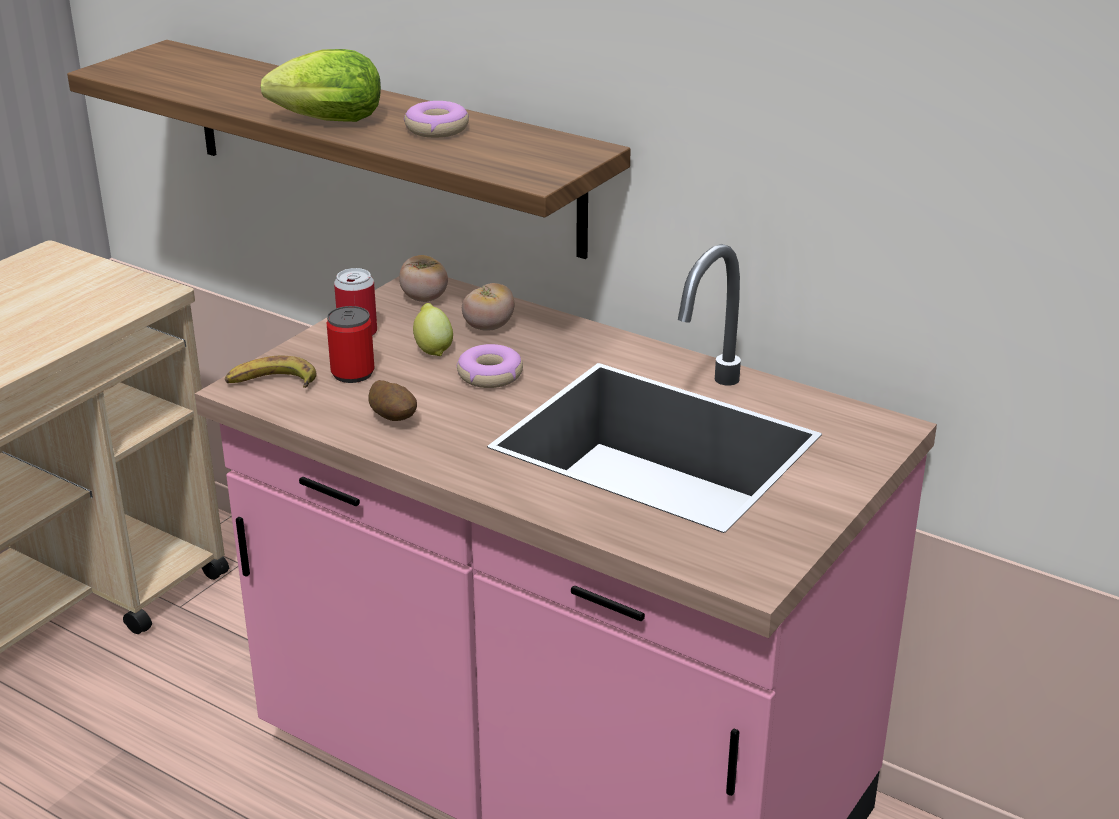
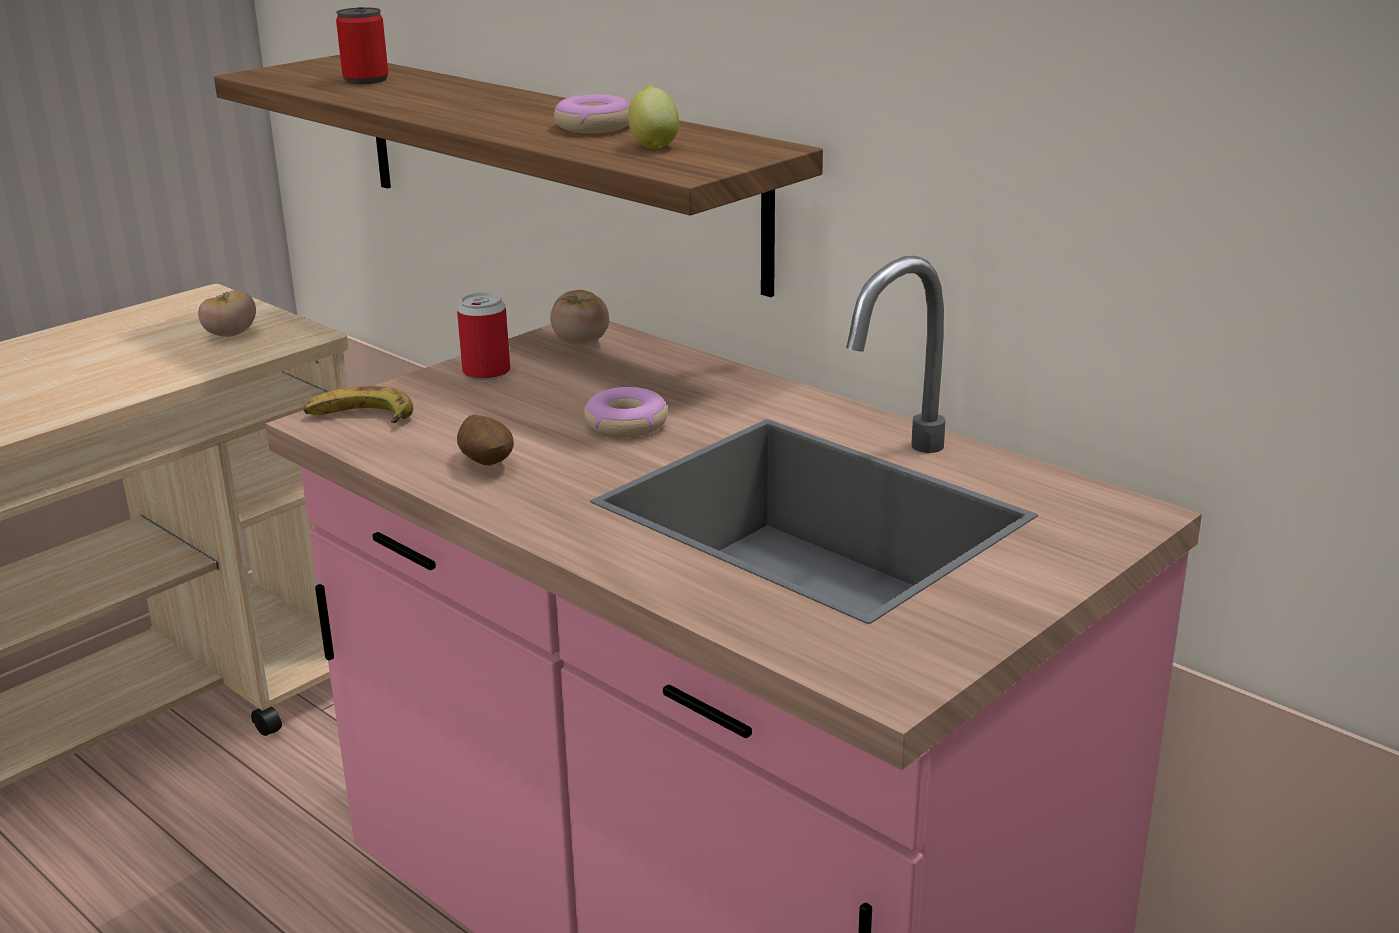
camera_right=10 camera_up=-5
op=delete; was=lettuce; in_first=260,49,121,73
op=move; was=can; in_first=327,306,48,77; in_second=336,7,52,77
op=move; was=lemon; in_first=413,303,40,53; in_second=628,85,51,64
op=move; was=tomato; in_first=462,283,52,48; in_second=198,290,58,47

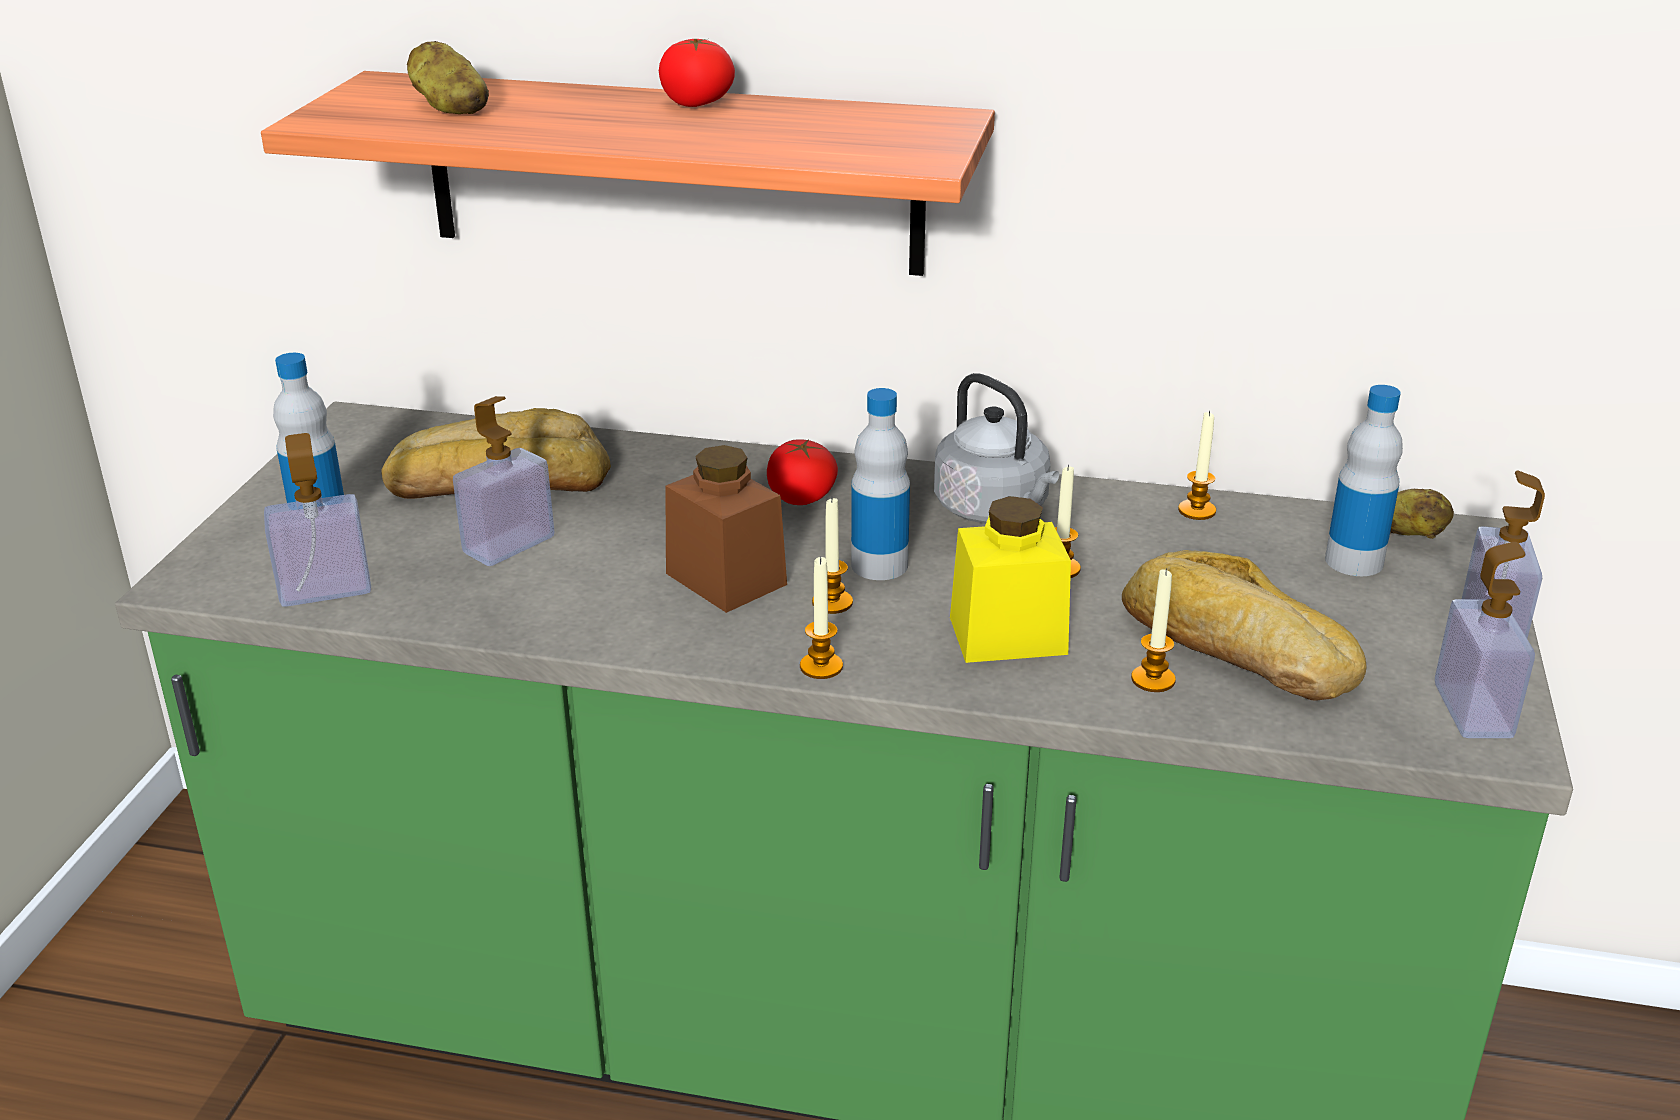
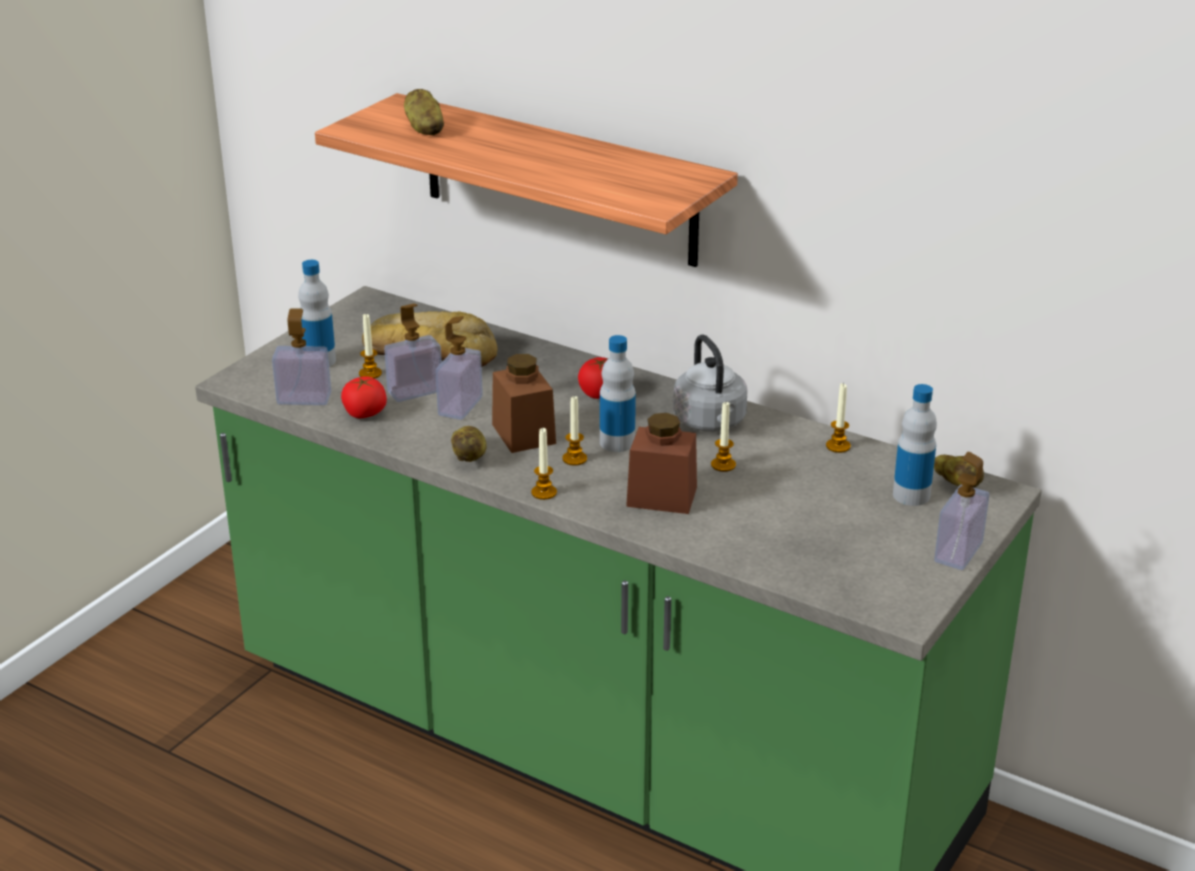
camera_right=20 camera_up=0
op=delete; was=bread; in_first=1122,550,245,151
op=insert; now=potato; in_second=451,426,36,36
op=move; was=tomato; in_first=659,39,76,68; in_second=341,376,46,42
op=move; was=candle; in_first=1131,569,45,123; in_second=359,314,23,65
op=move; was=soap dispenser; in_first=1435,542,100,196; in_second=436,316,47,104
op=recolor; was=yellow jar; now=brown jar; in_first=950,496,121,167; in_second=626,413,71,101

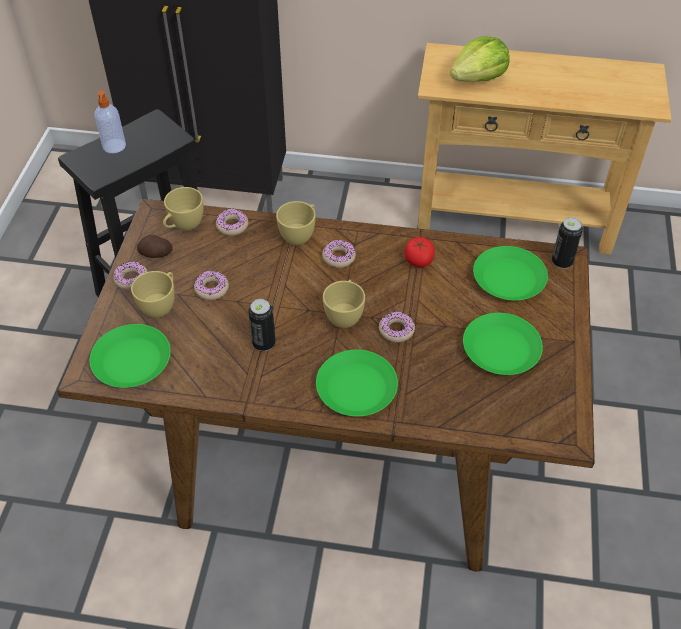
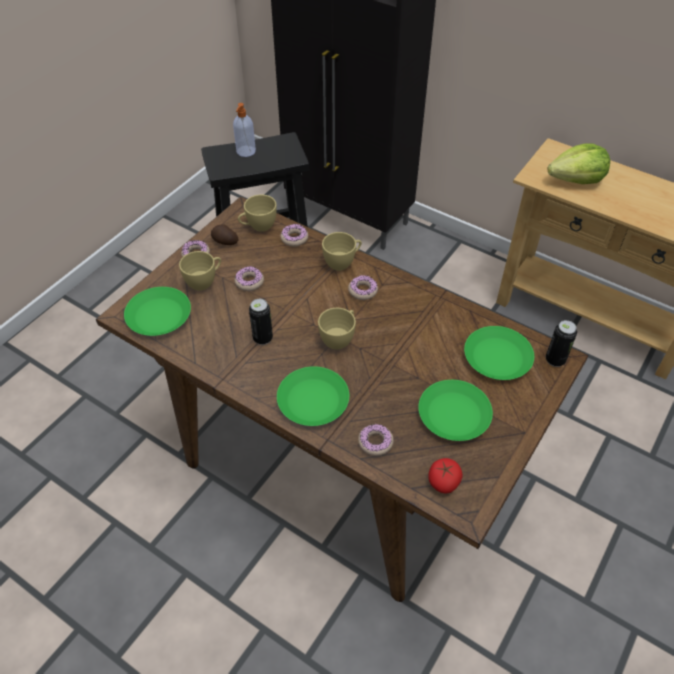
camera_right=25 camera_up=0
op=move; was=donut; in_first=379,312,36,30; in_second=358,424,36,32
op=move; was=tomato; in_first=404,237,31,30; in_second=428,458,35,35

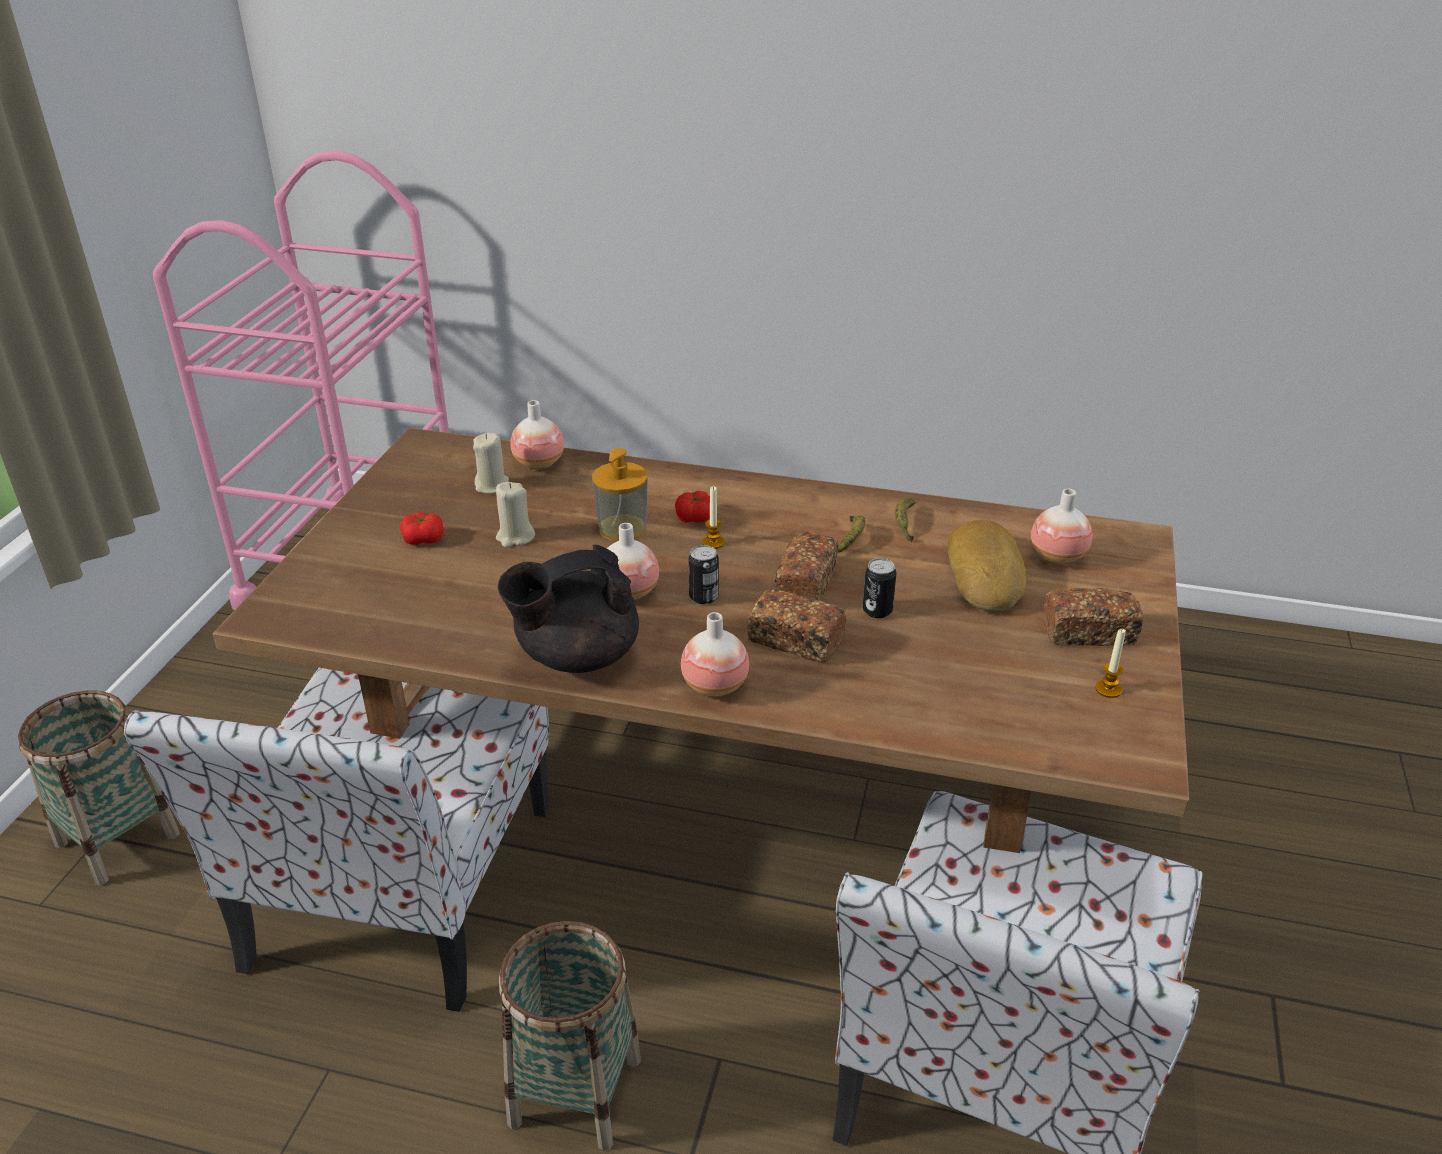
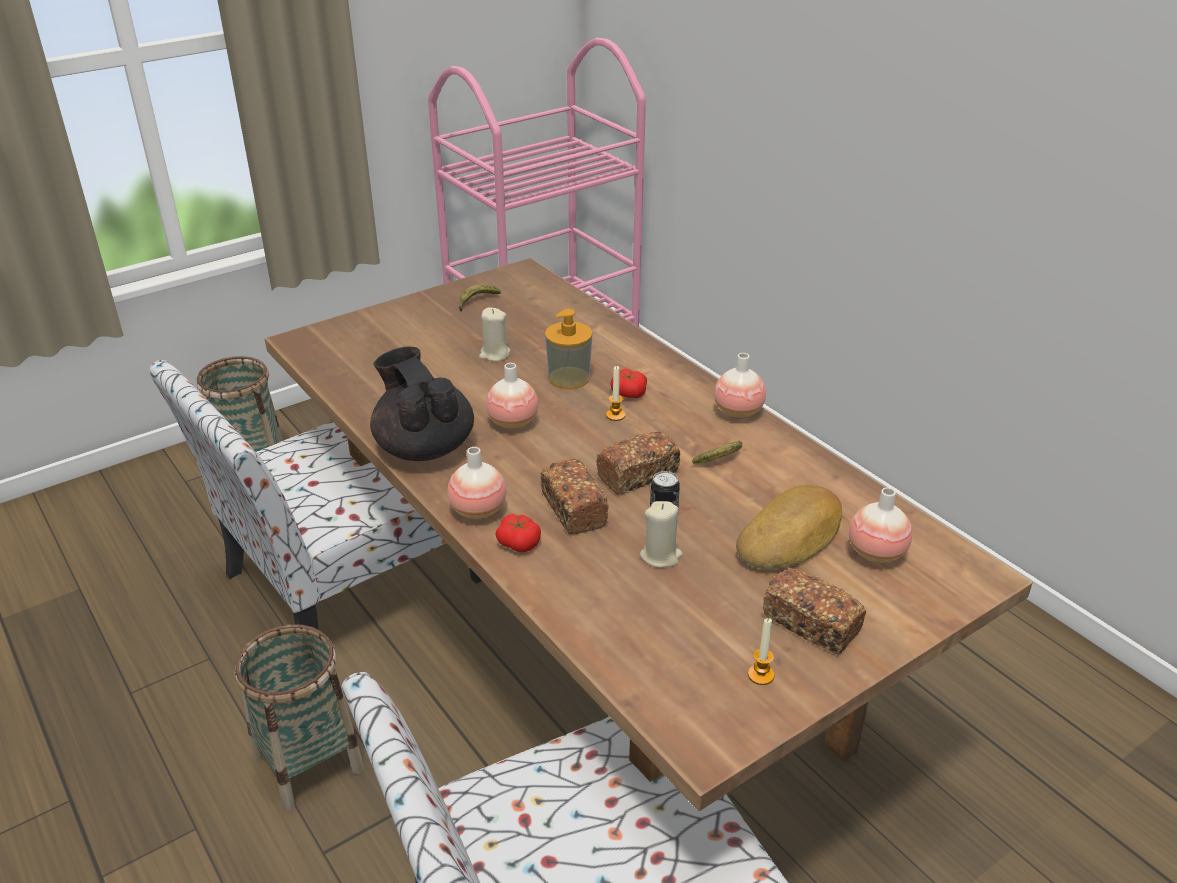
camera_right=40 camera_up=0
op=delete; was=can; in_first=688,545,31,59
op=move; was=tomato; in_first=400,512,43,33; in_second=496,514,45,38
op=move; was=beige candle; in_first=473,433,36,61; in_second=640,501,43,67
op=move; was=vase; in_first=510,400,54,70; in_second=714,353,52,66
op=move; was=banana; in_first=895,498,21,44; in_second=459,284,42,28
op=rotate; was=black teapot; in_first=498,545,141,128; in_second=370,347,104,114; clockwise=45

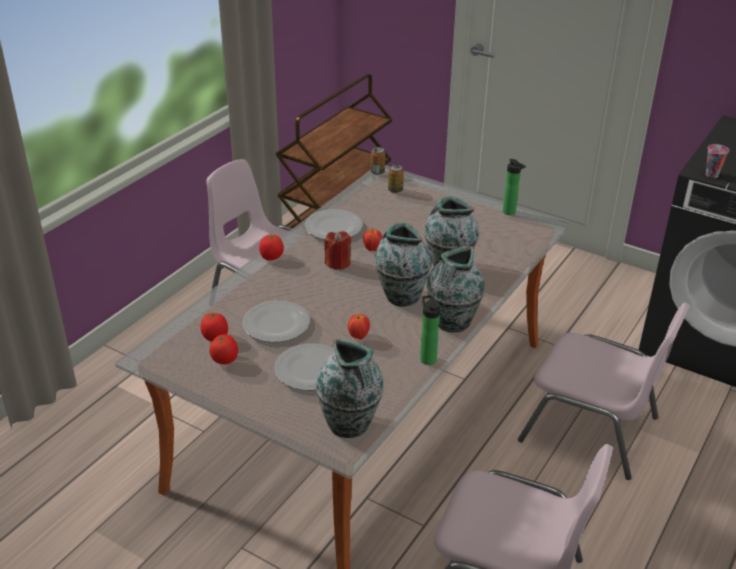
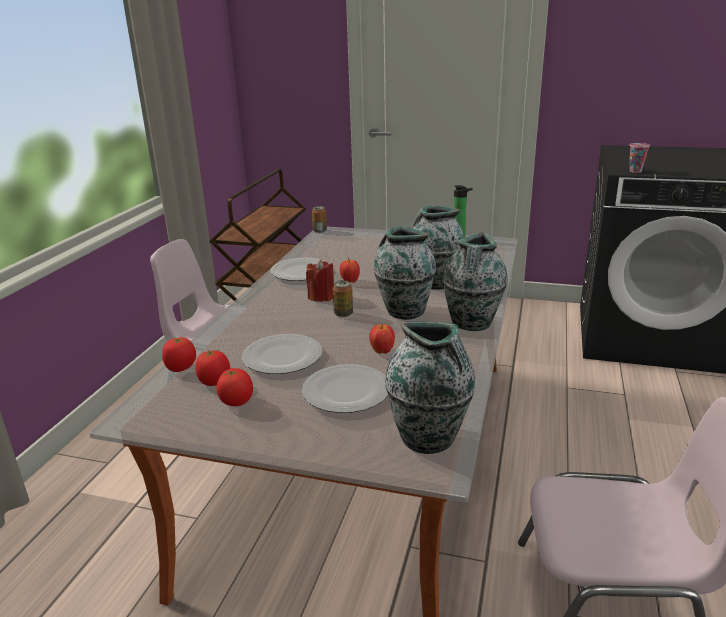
camera_right=-15 camera_up=-10
op=delete; was=bottle; in_first=420,295,20,70
op=delete; was=pink chair; in_first=518,303,172,177
op=move; was=tomato; in_first=259,235,25,25; in_second=162,337,34,35
op=move; was=can; in_first=388,165,16,28; in_second=333,280,20,37

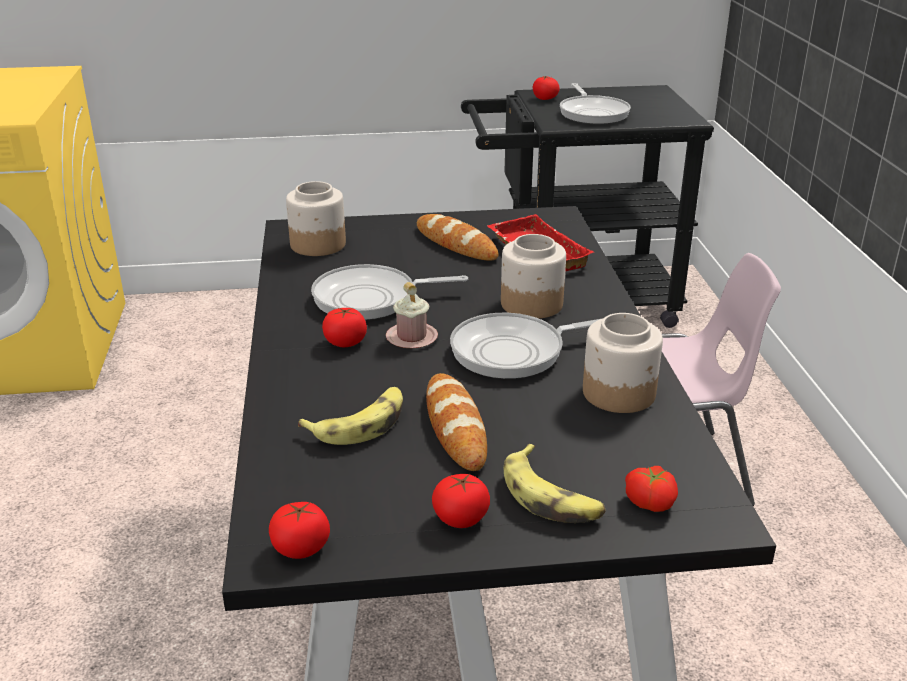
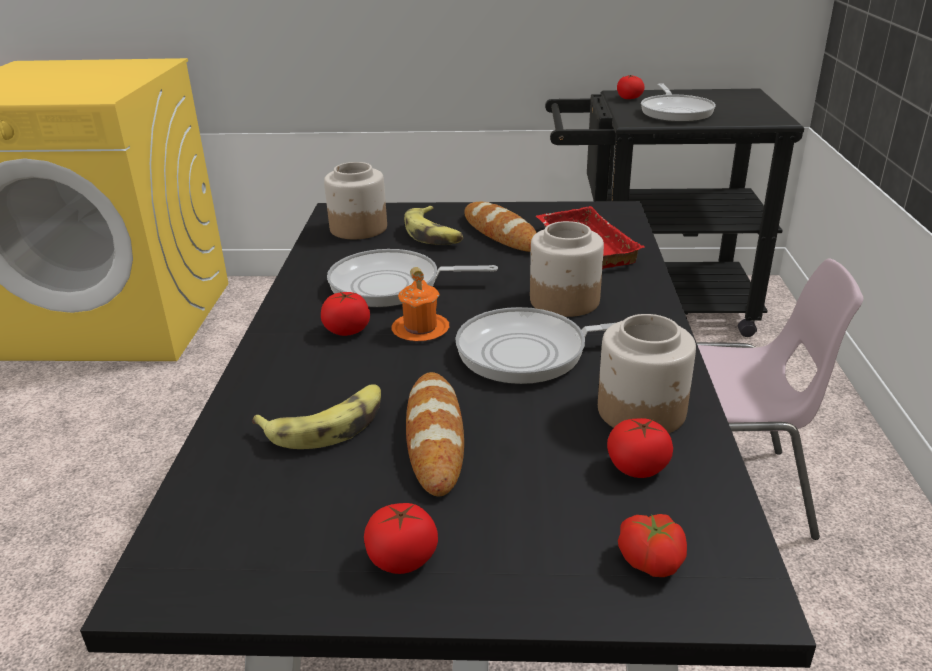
camera_right=10 camera_up=0
op=move; was=tomato; in_first=269,502,61,57; in_second=607,418,66,60
op=move; was=banana; in_first=504,444,102,79; in_second=404,206,59,39
op=recolor; was=pink mug; now=orange mug; in_first=386,282,52,66; in_second=391,267,58,75

